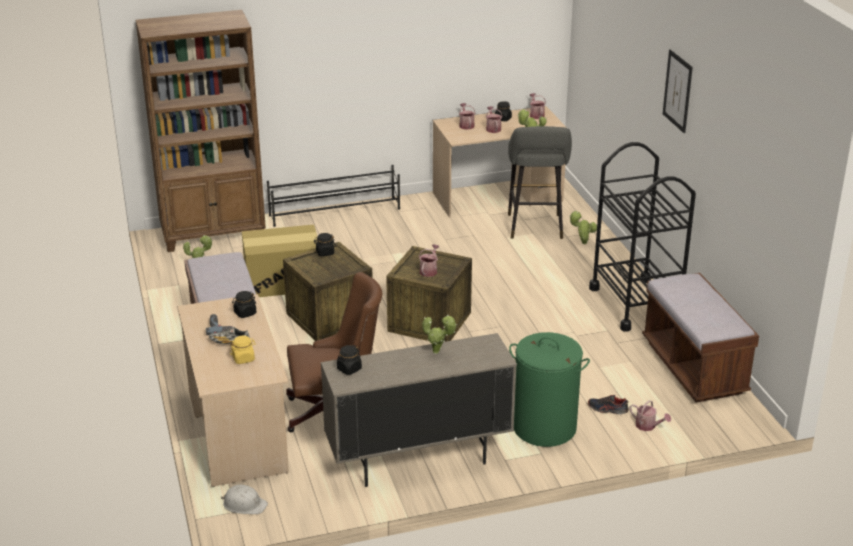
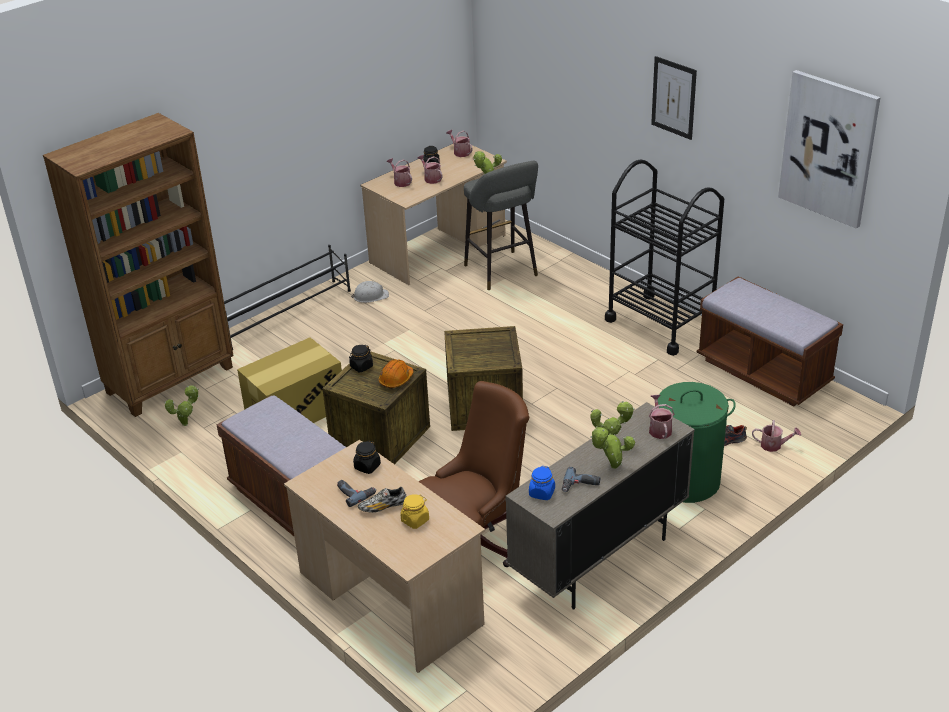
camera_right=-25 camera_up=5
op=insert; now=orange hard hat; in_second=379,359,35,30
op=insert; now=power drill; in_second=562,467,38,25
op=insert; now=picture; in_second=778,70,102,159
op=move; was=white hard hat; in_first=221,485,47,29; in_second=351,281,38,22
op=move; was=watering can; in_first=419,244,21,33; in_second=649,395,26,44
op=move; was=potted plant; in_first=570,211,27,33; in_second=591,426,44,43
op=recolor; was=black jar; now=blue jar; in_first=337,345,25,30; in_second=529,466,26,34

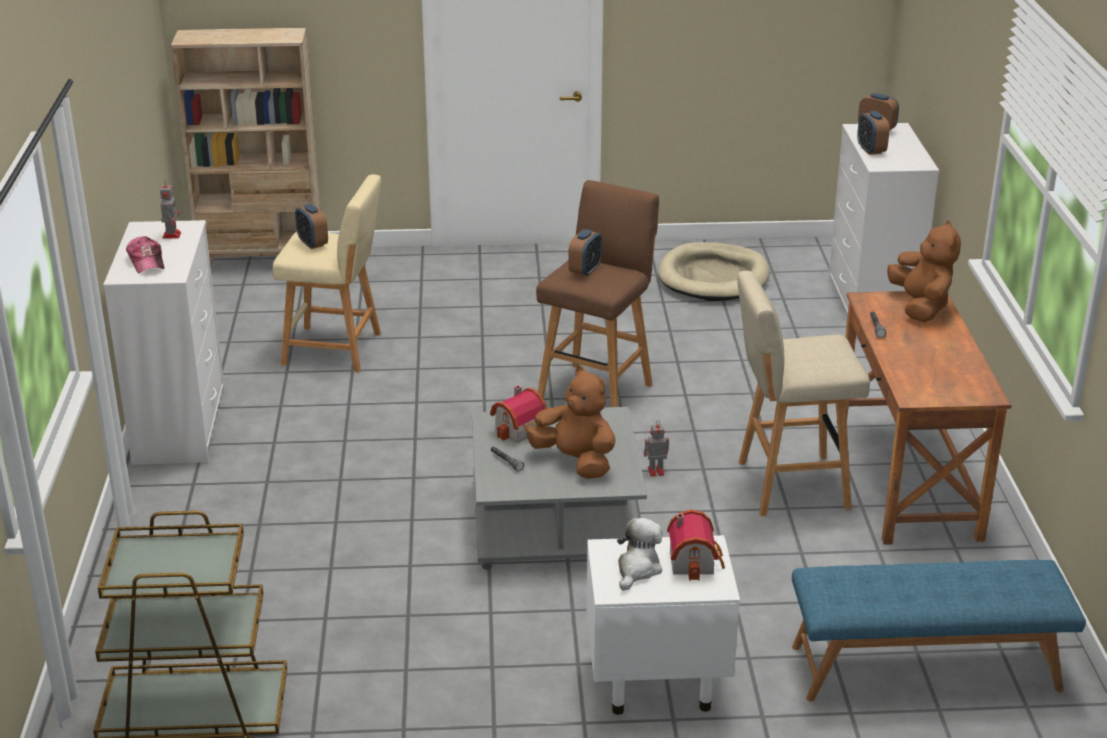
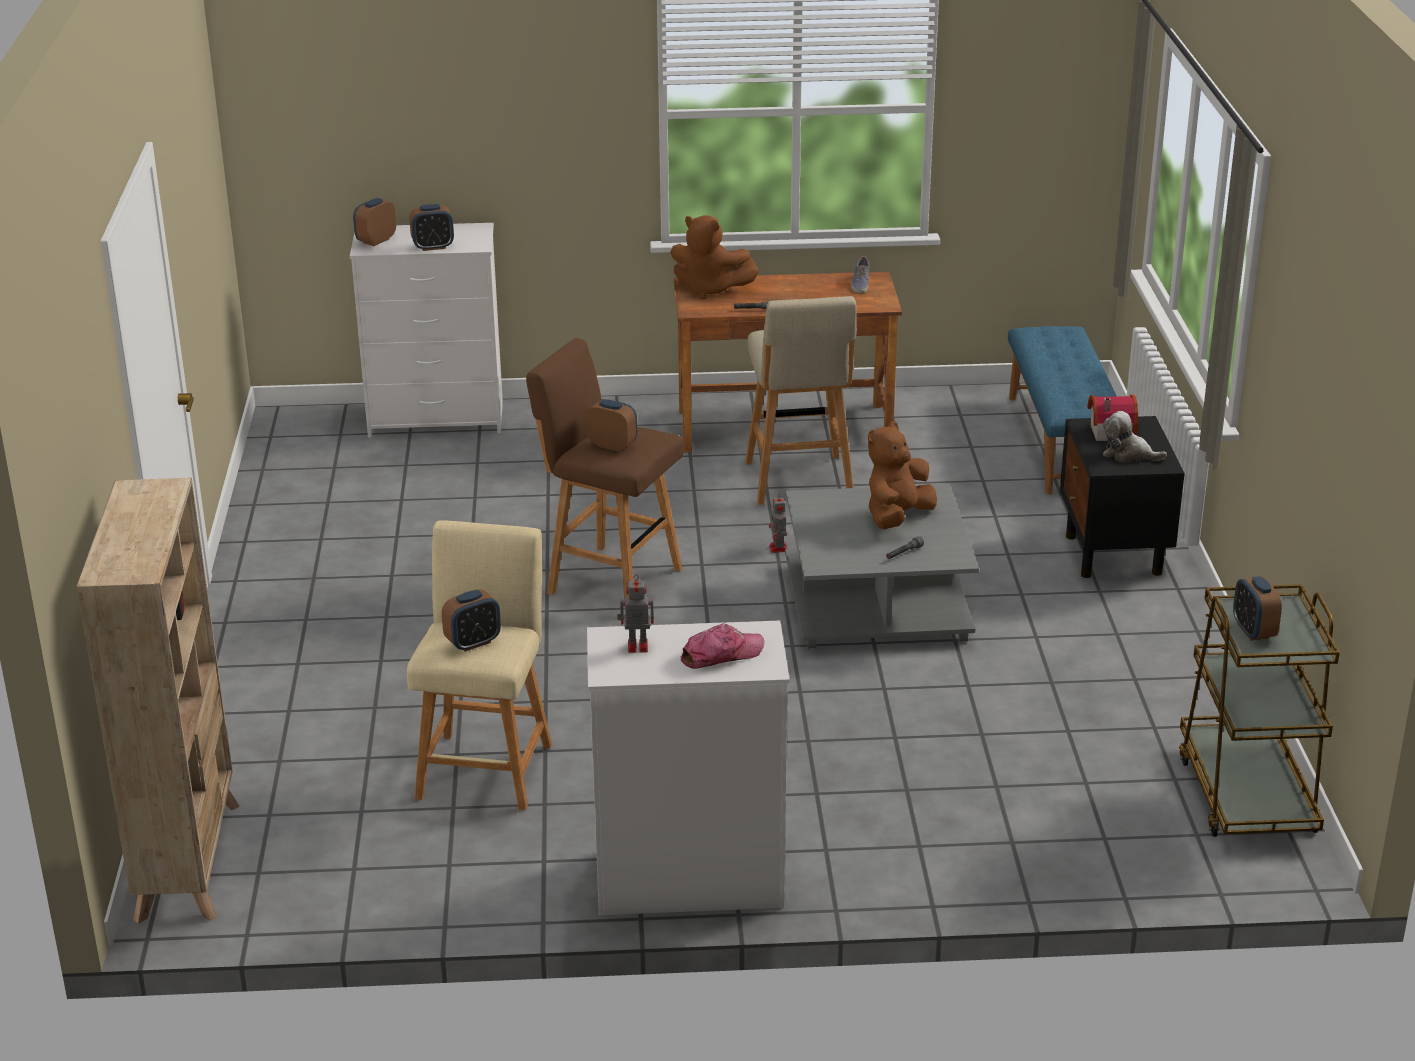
camera_right=-90 camera_up=0
op=delete; was=toy house; in_first=490,385,57,59
op=delete; was=beige dog bed; in_first=658,242,112,59
op=insert; now=shoe; in_second=851,256,19,37
op=insert; now=alarm clock; in_second=1233,576,49,65
op=recolor; was=white nightstand; now=black nightstand; in_first=587,535,153,180; in_second=1060,416,125,162
op=rotate; was=brown plush toy; in_first=887,220,74,102; in_second=670,215,89,85; clockwise=-150

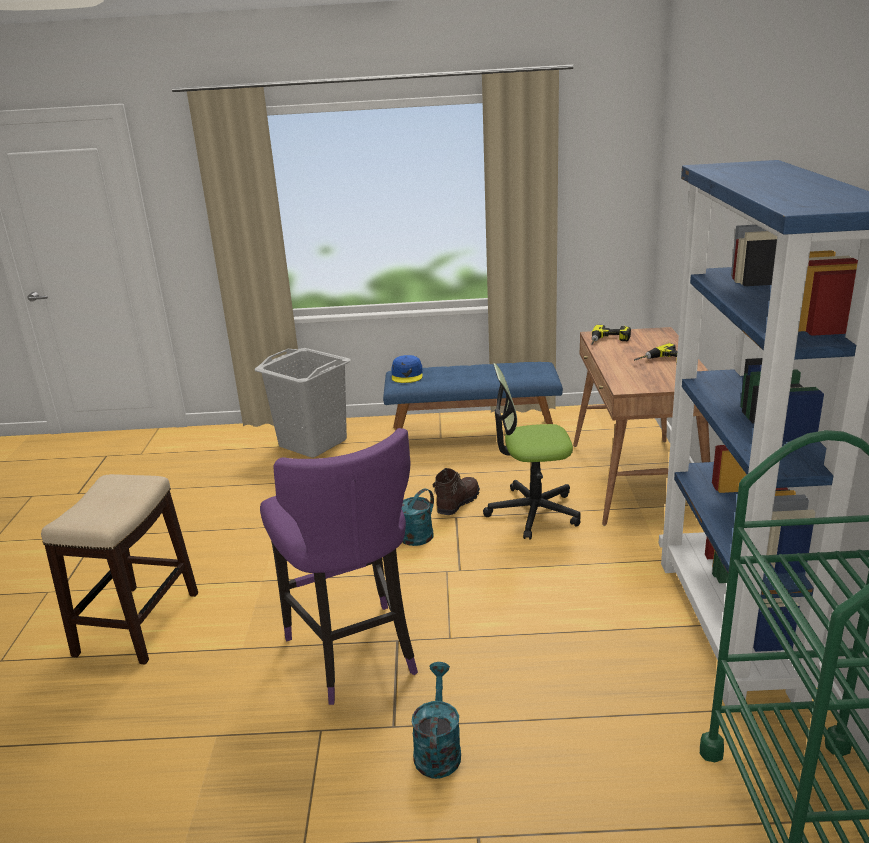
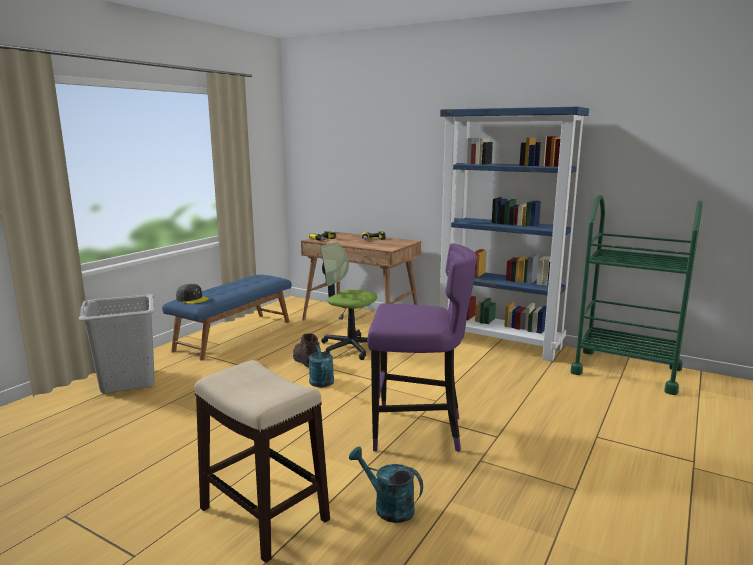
camera_right=-60 camera_up=-10
op=move; was=turquoise watering can; in_first=412,662,49,117; in_second=349,447,74,76
op=recolor; was=blue cap; now=grey cap; in_first=392,355,31,28; in_second=176,284,33,20
op=rotate; was=office chair; in_first=483,363,98,177; in_second=320,242,57,118; clockwise=90

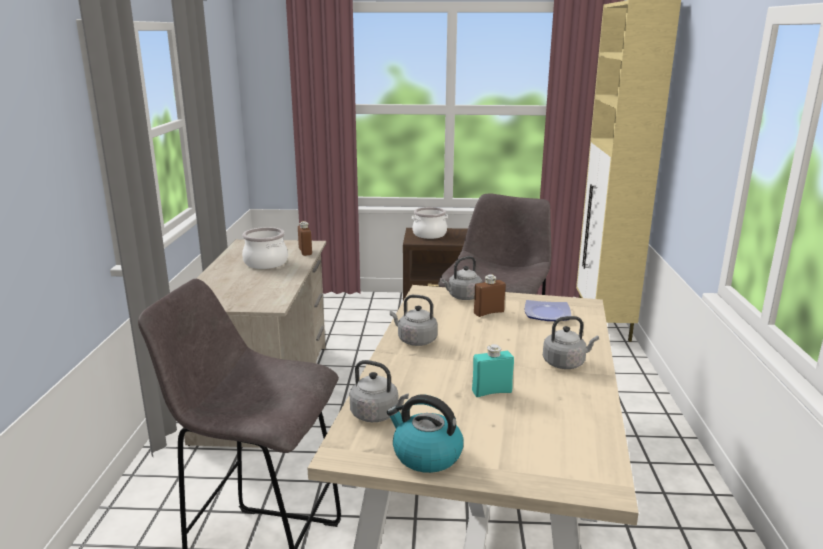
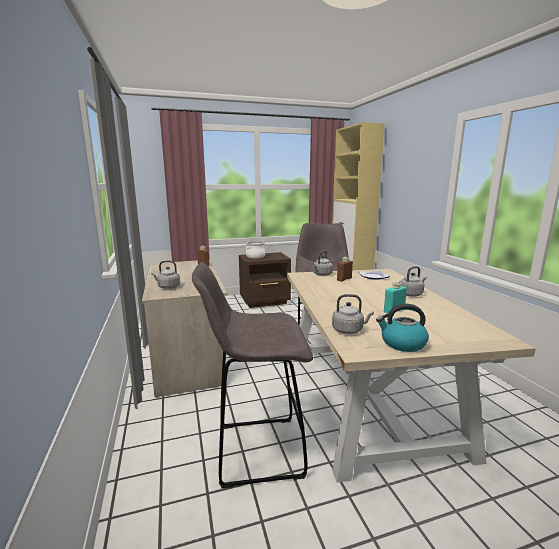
camera_right=-20 camera_up=-5
op=delete; was=cooking pot; in_first=242,227,46,42
op=move; was=grey kettle; in_first=390,295,48,51; in_second=151,261,29,28

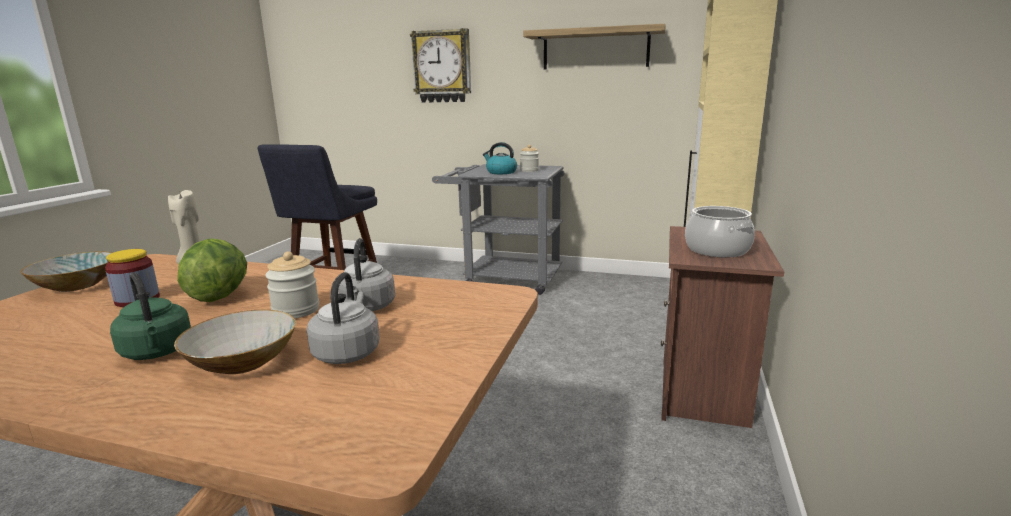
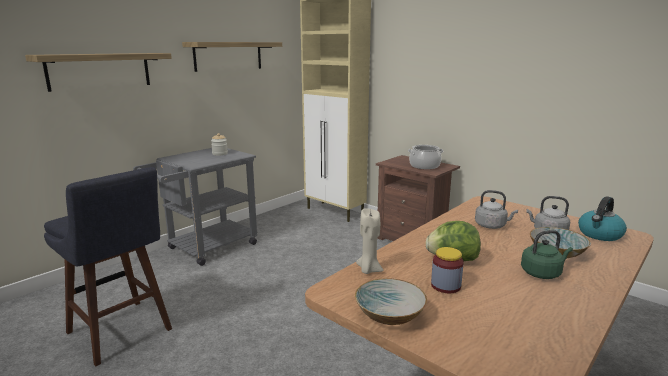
camera_right=-65 camera_up=0
op=delete; was=jar; in_first=265,252,54,66
op=move; was=kettle; in_first=483,142,34,32; in_second=578,196,49,45
op=replace; was=wall clock; now=shelf; in_first=410,28,61,74; in_second=25,53,147,39

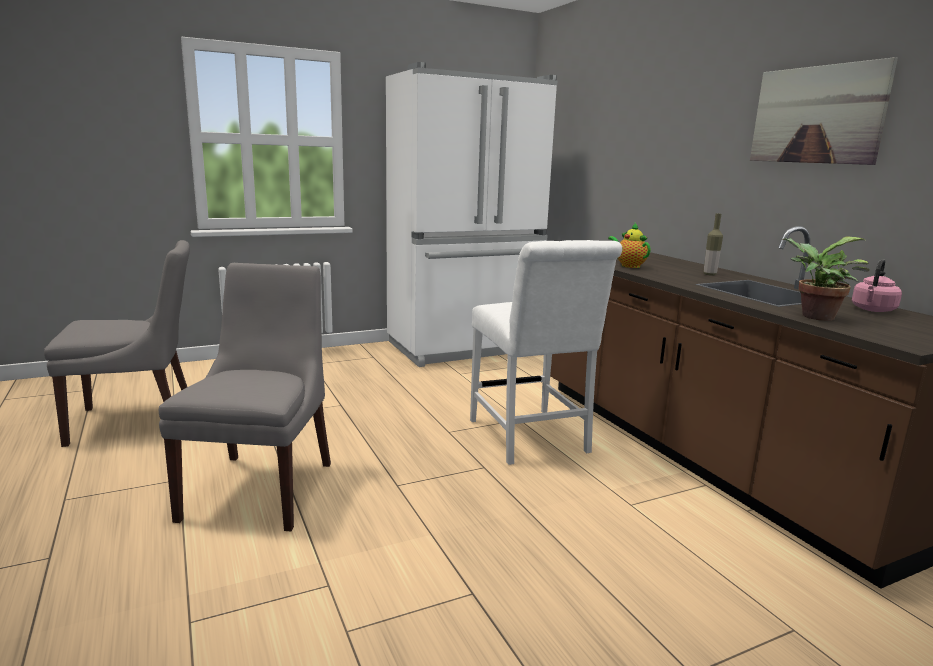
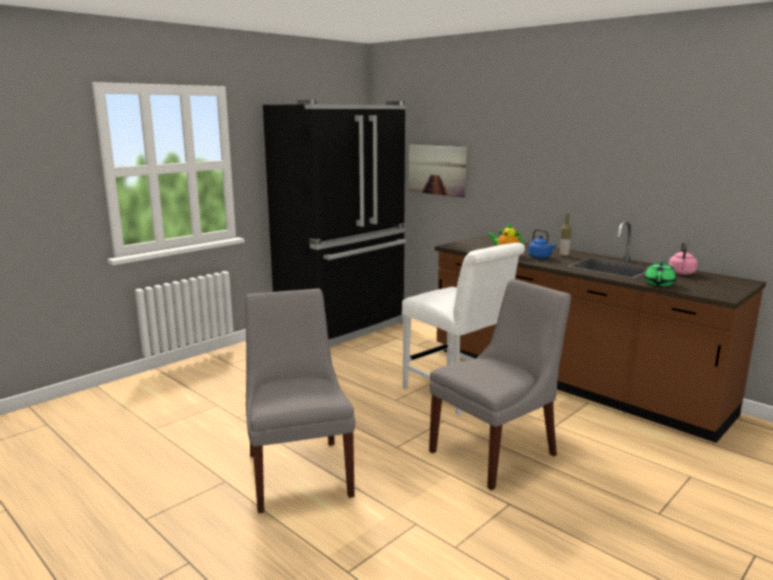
camera_right=-20 camera_up=0
op=insert; now=blue kettle; in_second=528,229,28,30
op=move; was=grey chair; in_first=44,240,146,207; in_second=429,279,142,211
op=move; was=picture; in_first=750,57,148,108; in_second=409,145,58,53
op=replace; was=potted plant; now=green teapot; in_first=782,236,88,85; in_second=644,261,32,25
op=recolor; was=white fridge; now=black fridge; in_first=386,62,172,305; in_second=263,100,143,247

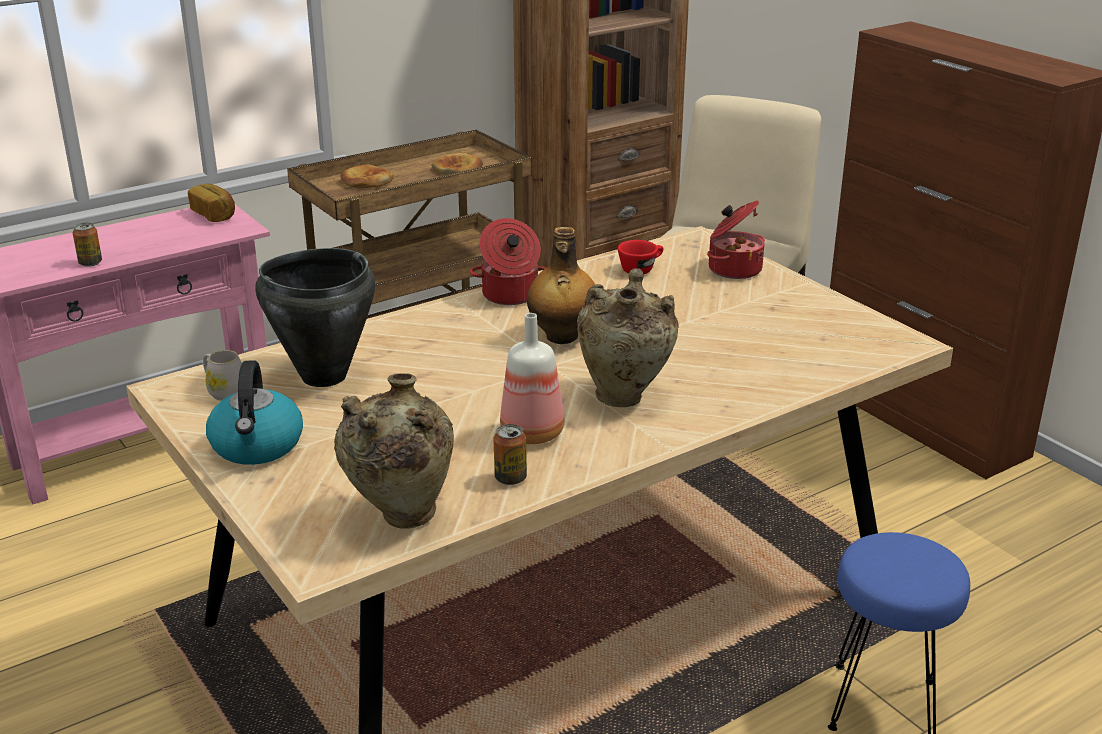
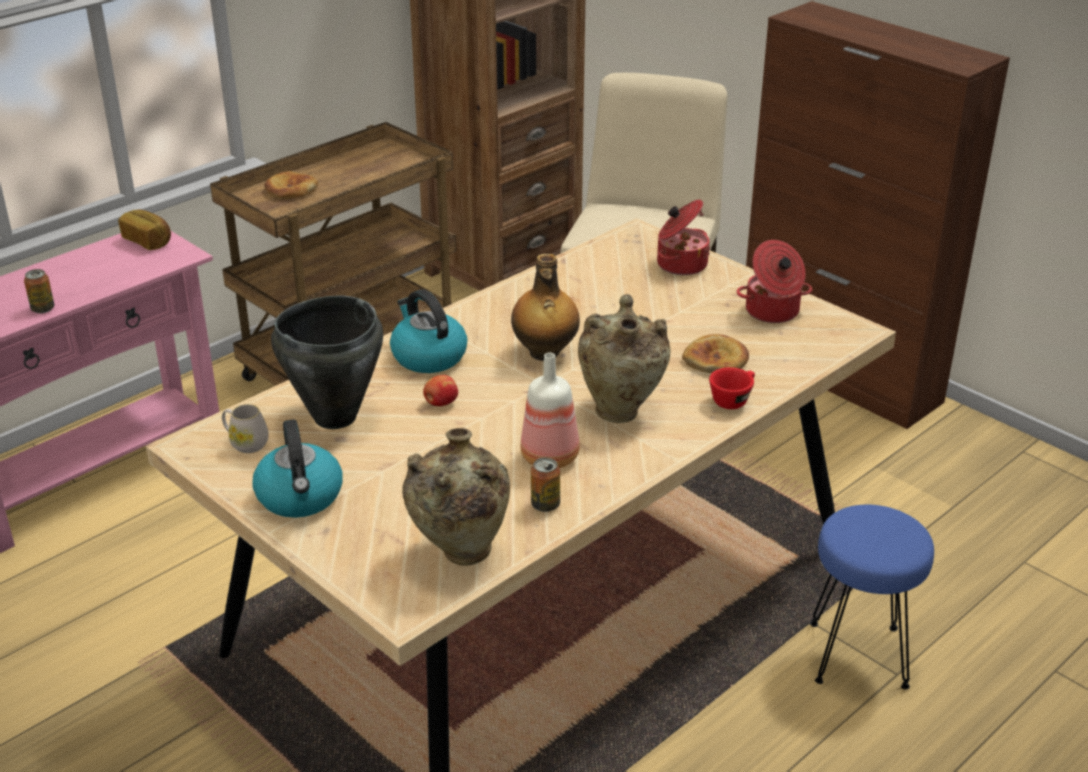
camera_right=-10 camera_up=5
op=insert; now=kettle; in_second=390,289,77,84
op=insert; now=apple; in_second=423,375,35,31
op=move; was=bread; in_first=431,153,52,22; in_second=682,334,67,39
op=move; was=cooking pot; in_first=470,218,76,87; in_second=737,240,75,83
op=move; was=red cup; in_first=618,240,45,35; in_second=709,367,46,42

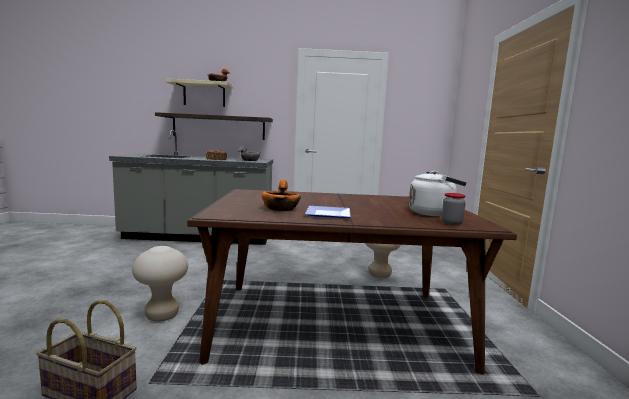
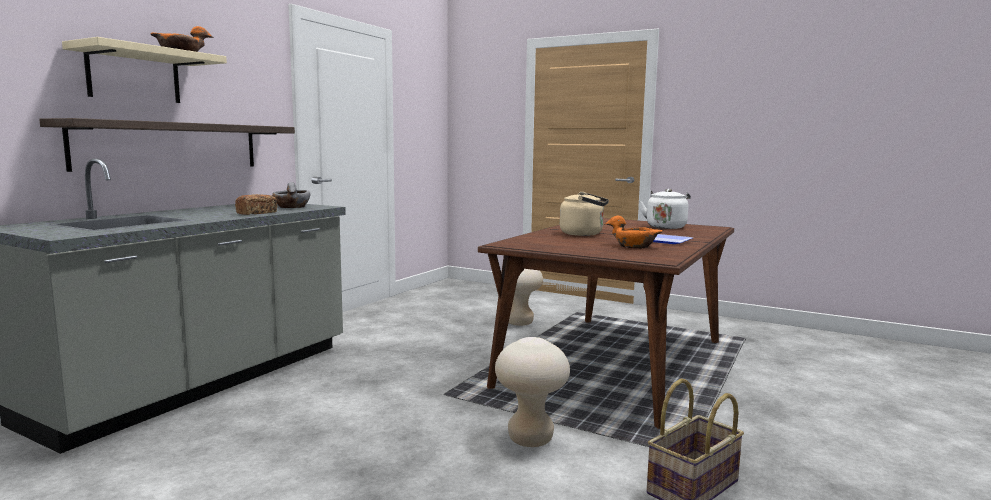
camera_right=-60 camera_up=0
op=delete; was=jar; in_first=442,193,24,33
op=insert; now=beige kettle; in_second=560,192,49,44

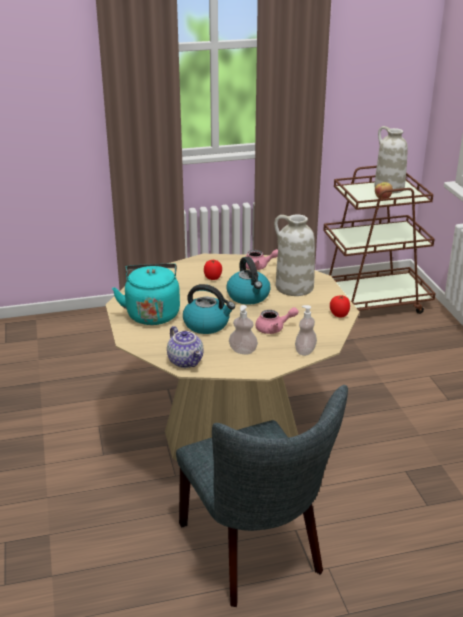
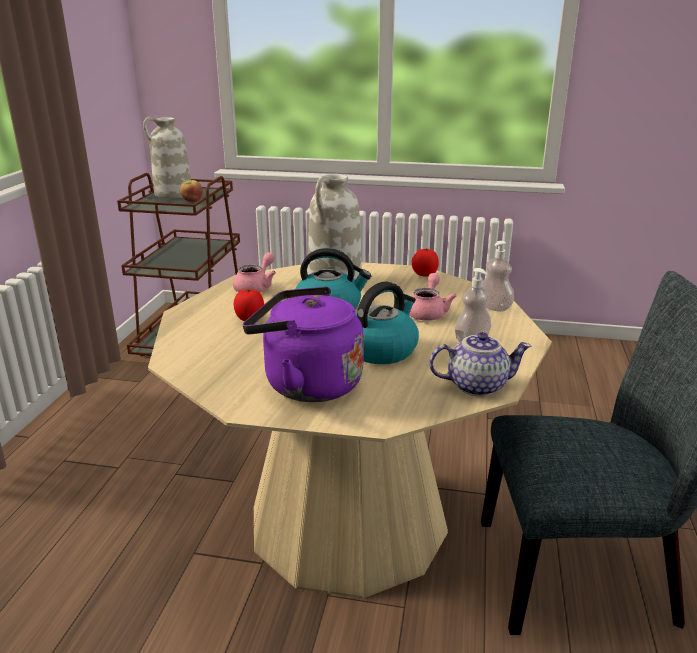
camera_right=-65 camera_up=-5
op=recolor; was=turquoise kettle; now=purple kettle; in_first=112,263,68,62; in_second=243,287,121,115

